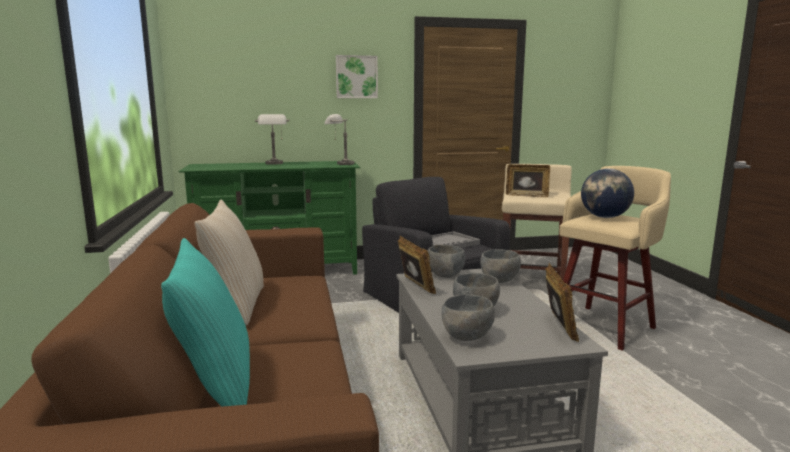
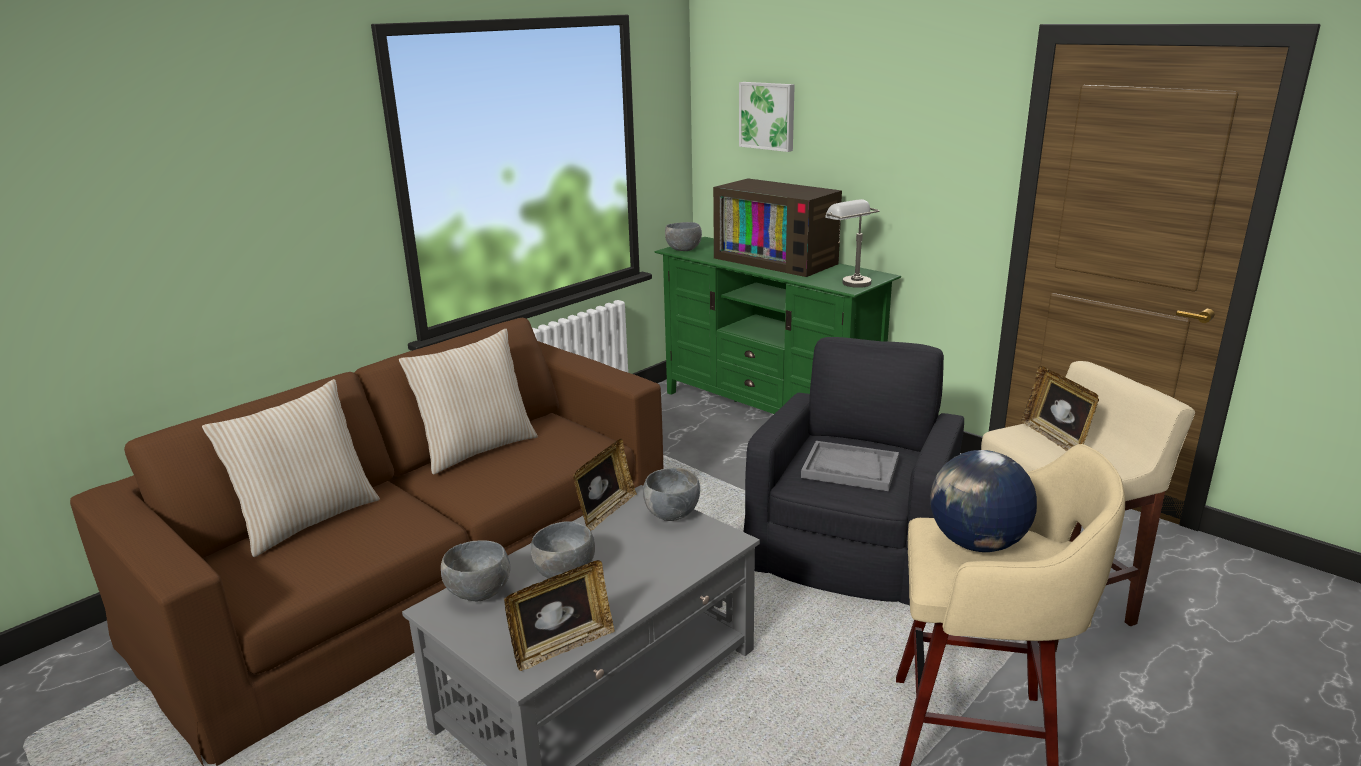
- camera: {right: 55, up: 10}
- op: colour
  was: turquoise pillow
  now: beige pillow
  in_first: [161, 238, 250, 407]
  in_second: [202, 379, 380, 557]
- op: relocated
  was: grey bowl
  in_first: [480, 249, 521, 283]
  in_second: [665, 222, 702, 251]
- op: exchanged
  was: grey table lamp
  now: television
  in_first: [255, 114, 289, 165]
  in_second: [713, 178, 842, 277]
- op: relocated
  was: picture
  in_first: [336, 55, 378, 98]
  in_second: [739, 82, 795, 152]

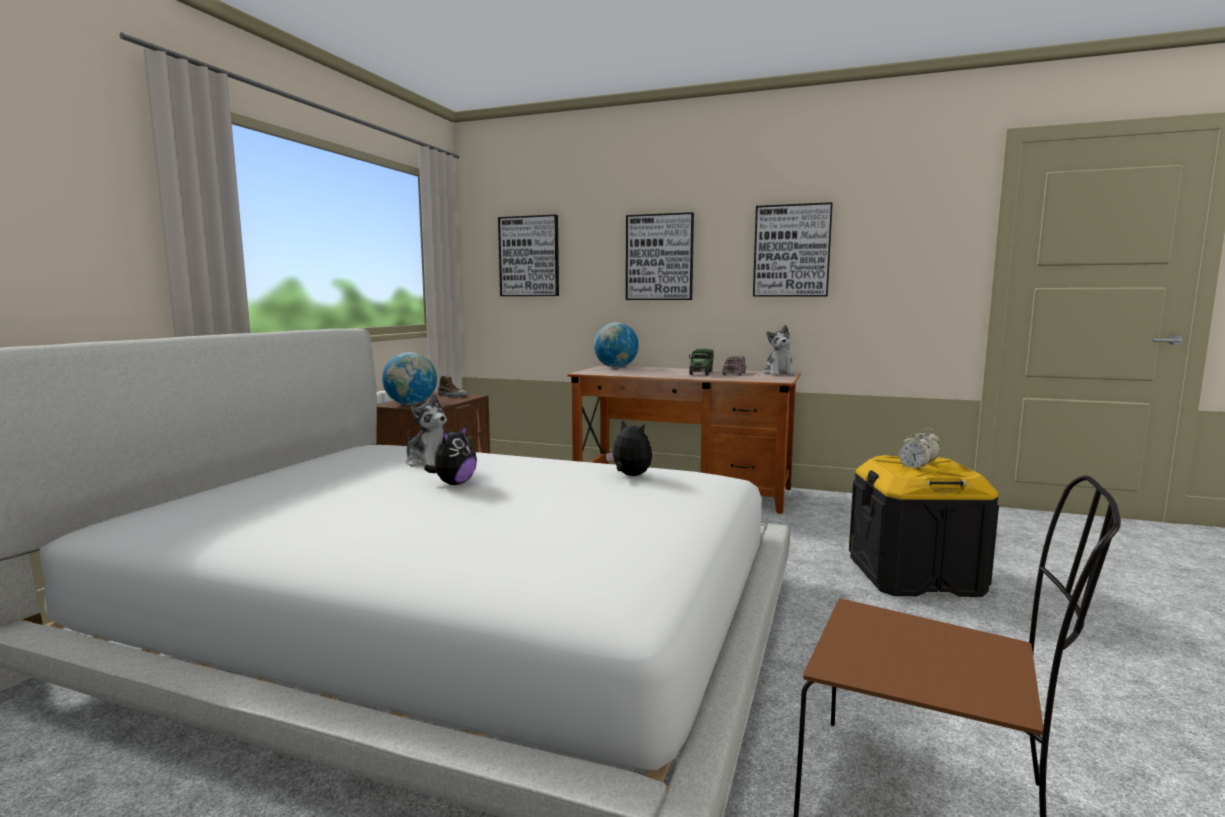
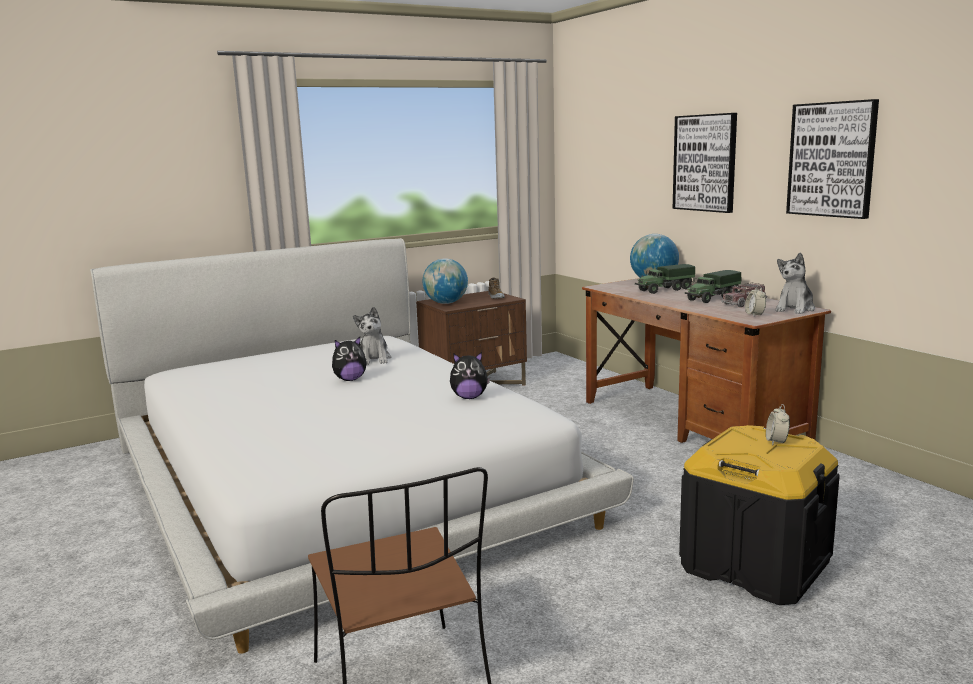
- camera: {right: 40, up: 5}
- op: spun
  was: plush toy
  in_first: [606, 419, 652, 476]
  in_second: [450, 352, 490, 399]
  clockwise: 90
- op: appeared
  now: toy truck
  in_second: [635, 264, 695, 294]
- op: relocated
  was: alarm clock
  in_first: [899, 433, 931, 470]
  in_second: [745, 286, 766, 316]
- op: missing
  was: picture
  in_first: [498, 215, 559, 296]

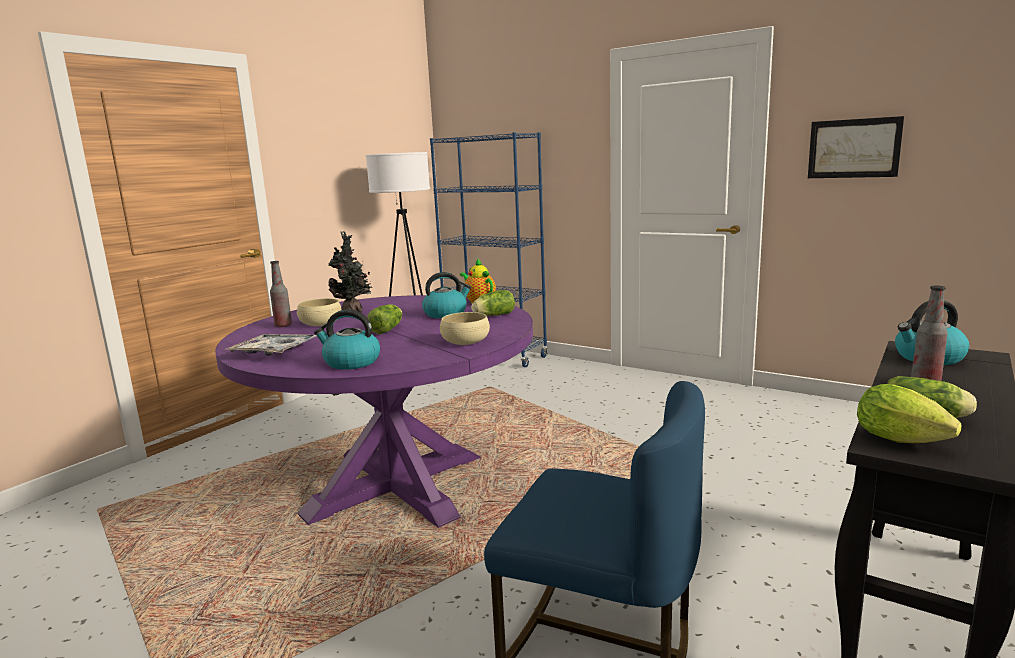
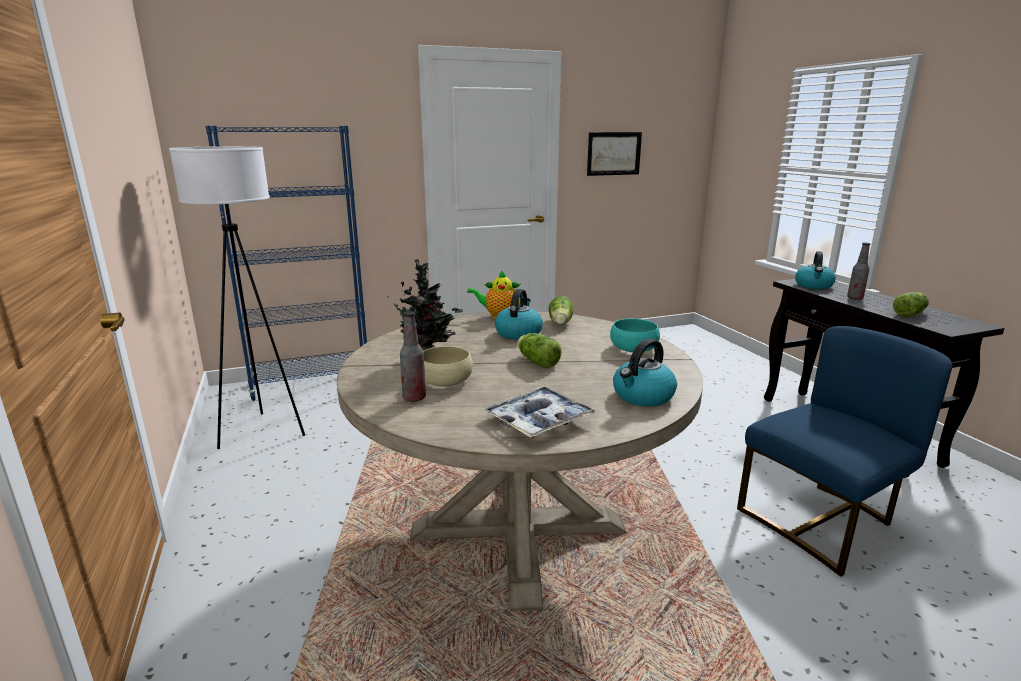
- camera: {right: -55, up: 5}
- op: colour
  was: purple dining table
  now: beige dining table
  in_first: [215, 295, 533, 528]
  in_second: [337, 311, 703, 612]
- op: colour
  was: beige bowl
  now: turquoise bowl
  in_first: [440, 312, 490, 345]
  in_second: [610, 319, 660, 352]
- op: missing
  was: lettuce
  in_first: [857, 384, 961, 443]

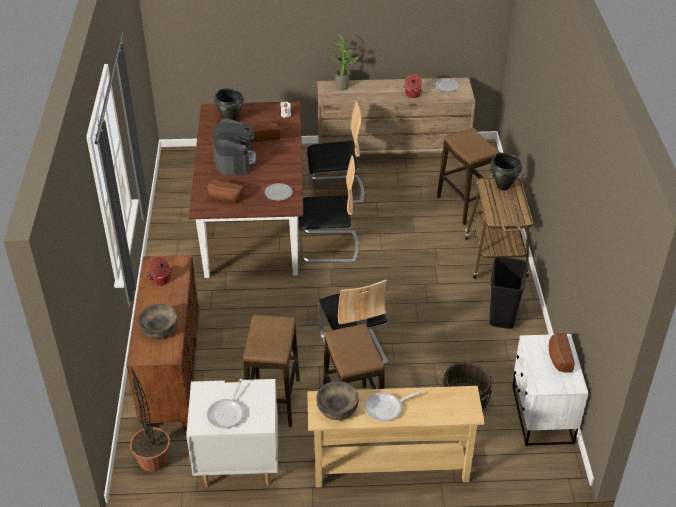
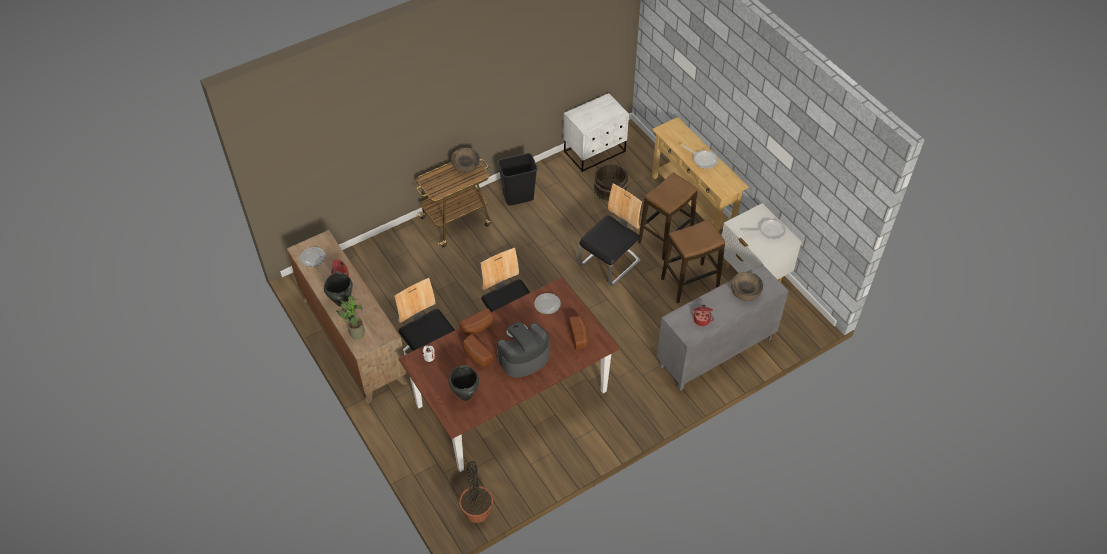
- camera: {right: -120, up: 10}
- op: relocated
  was: black cooking pot
  in_first: [491, 153, 522, 190]
  in_second: [324, 272, 353, 307]
- op: relocated
  was: brown bowl
  in_first: [316, 381, 359, 420]
  in_second: [451, 148, 480, 173]
- op: relocated
  was: bread
  in_first: [548, 333, 574, 372]
  in_second: [459, 308, 493, 336]
- op: relocated
  was: potted plant
  in_first: [130, 367, 170, 472]
  in_second: [459, 461, 493, 523]
- op: colour
  was: brown cabinet
  now: grey cabinet
  in_first: [127, 255, 199, 431]
  in_second: [657, 264, 789, 391]
- op: missing
  was: stool
  in_first: [437, 127, 500, 225]

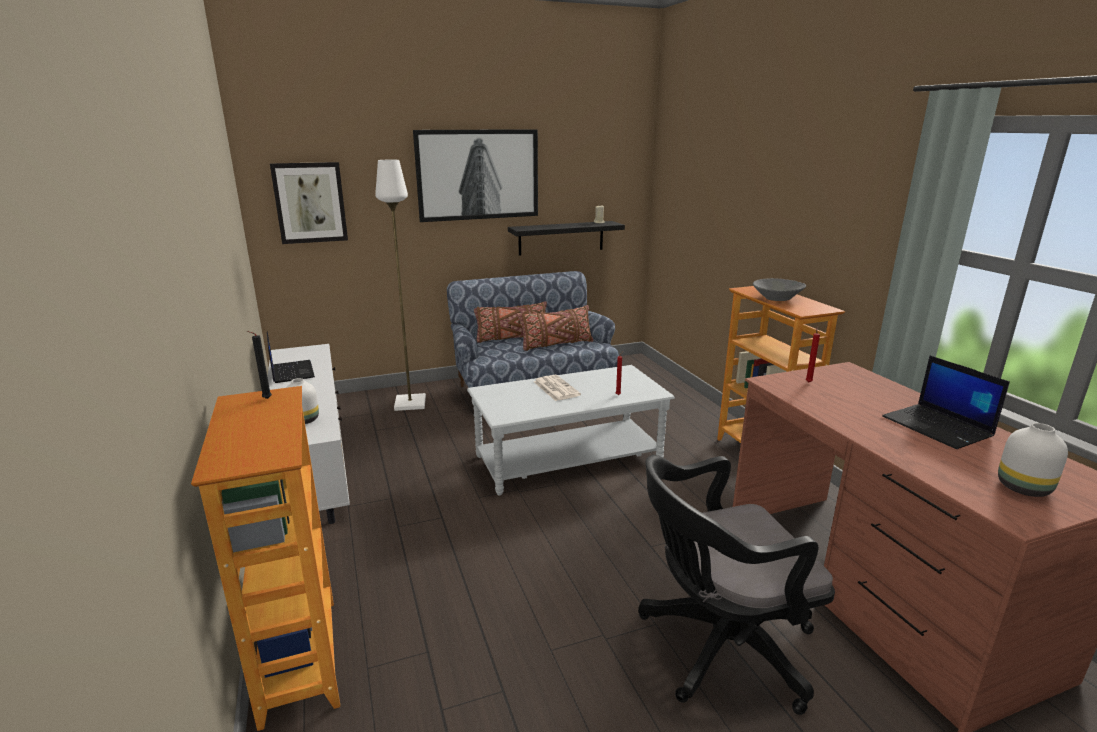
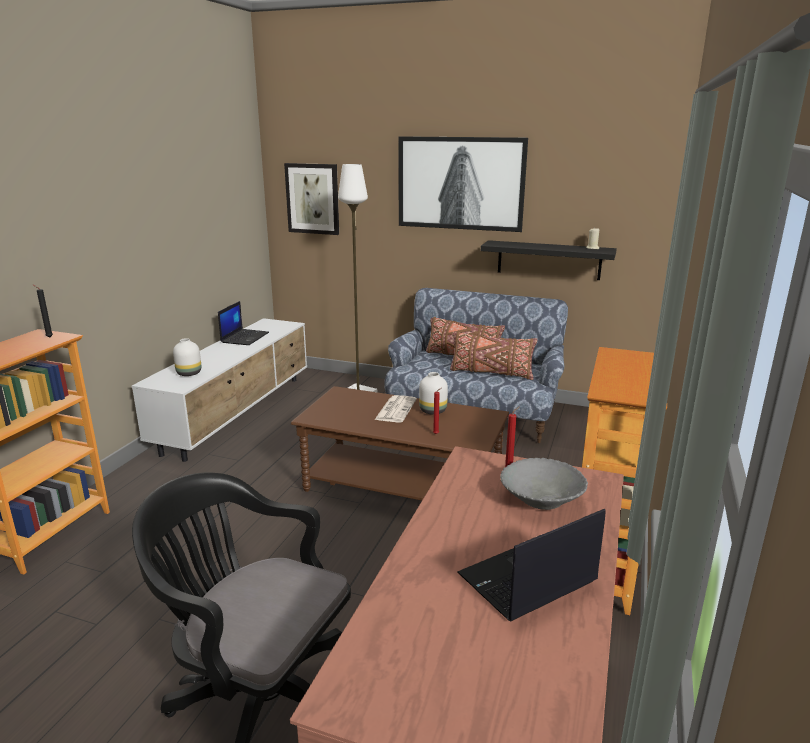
- camera: {right: 40, up: 0}
- op: colour
  was: grey coffee table
  now: brown coffee table
  in_first: [467, 365, 675, 496]
  in_second: [291, 386, 509, 501]
- op: relocated
  was: white vase
  in_first: [998, 423, 1068, 497]
  in_second: [419, 372, 448, 415]
- op: spun
  was: laptop
  in_first: [882, 356, 1010, 449]
  in_second: [457, 509, 606, 622]
  clockwise: 45
- op: relocated
  was: grey bowl
  in_first: [753, 278, 806, 301]
  in_second: [500, 458, 588, 510]

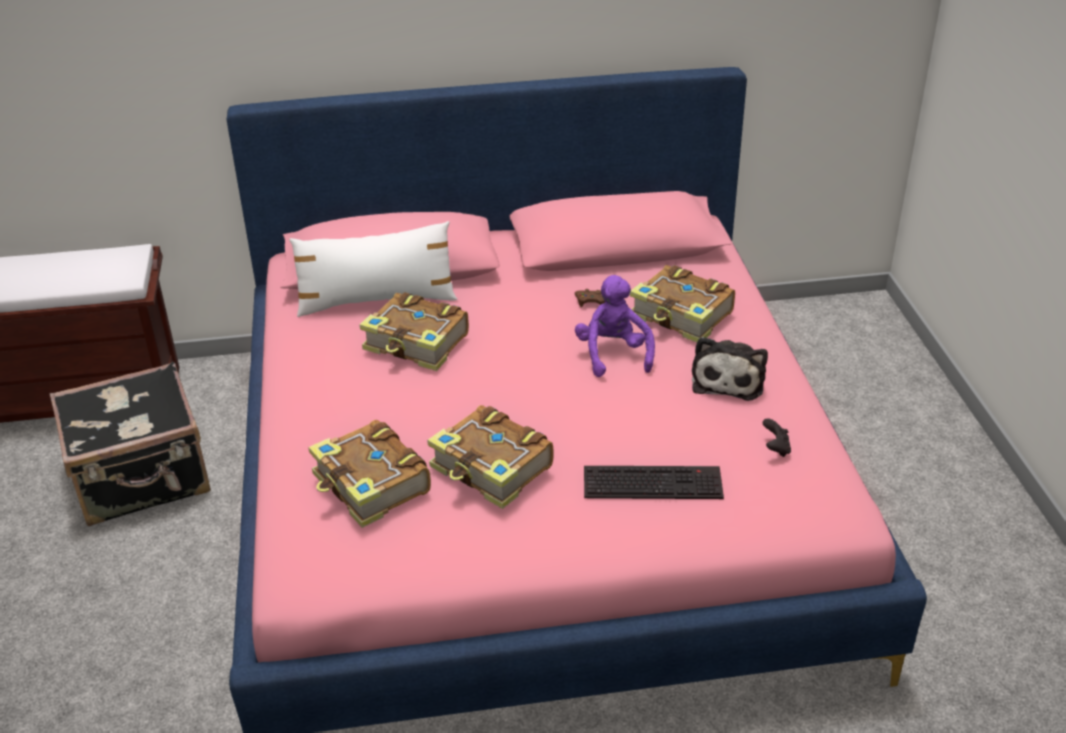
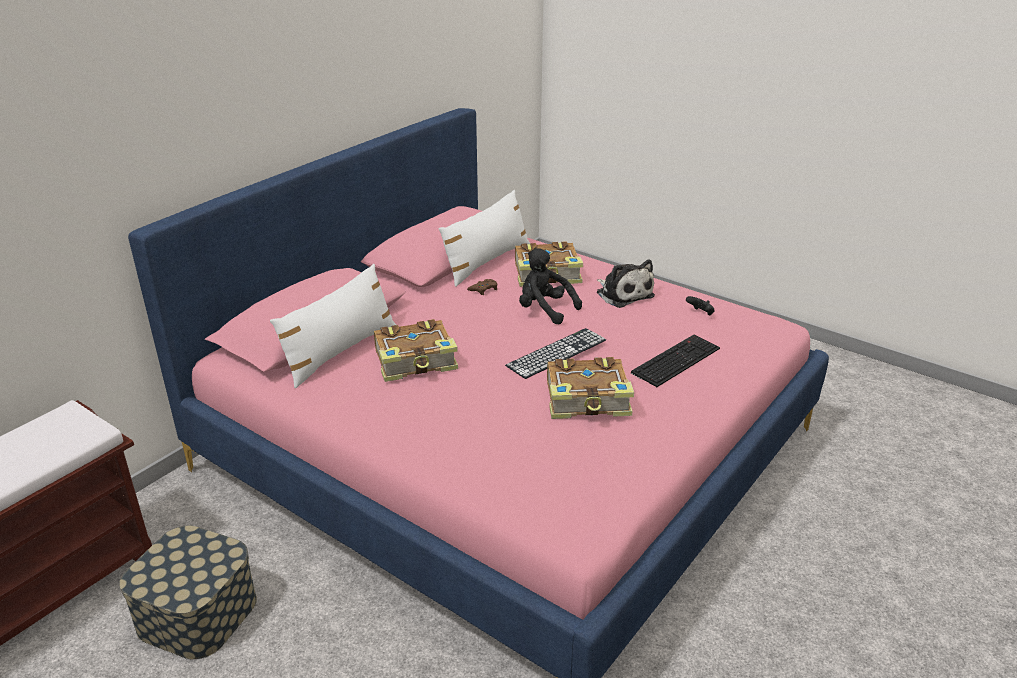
- camera: {right: -45, up: -5}
- op: exchanged
  was: black suitcase
  now: storage box
  in_first: [50, 362, 211, 526]
  in_second: [119, 526, 257, 660]
- op: appeared
  now: white pillow
  in_second: [439, 190, 530, 287]
- op: appeared
  now: keyboard
  in_second: [505, 328, 606, 379]
- op: colour
  was: purple plush toy
  now: black plush toy
  in_first: [575, 275, 655, 377]
  in_second: [519, 248, 582, 324]
- op: missing
  was: book
  in_first: [308, 420, 431, 528]

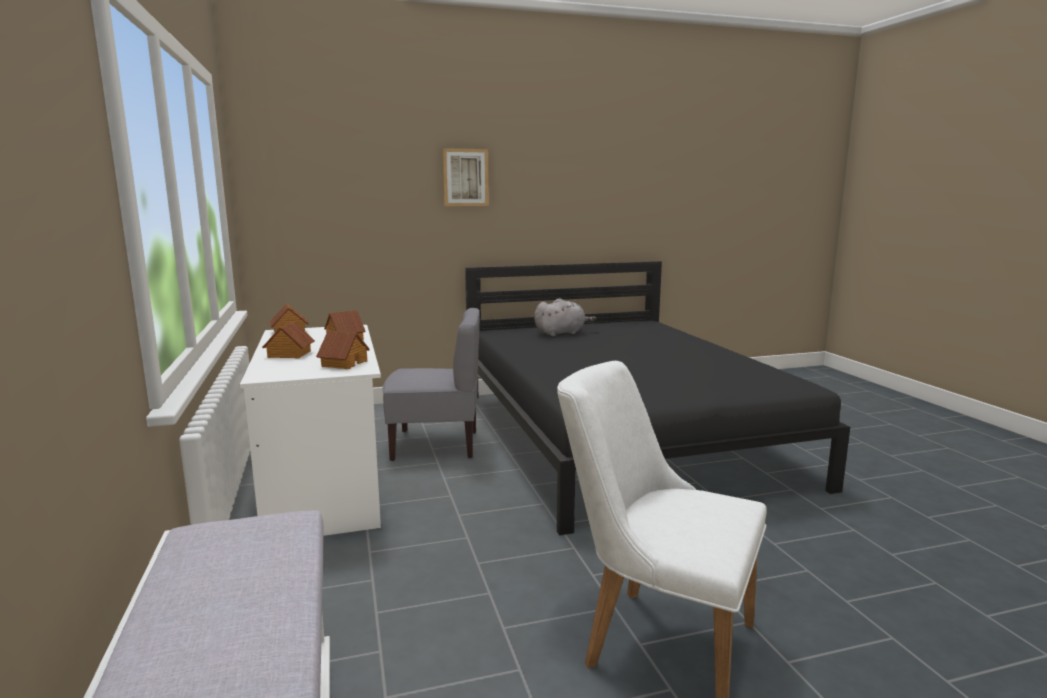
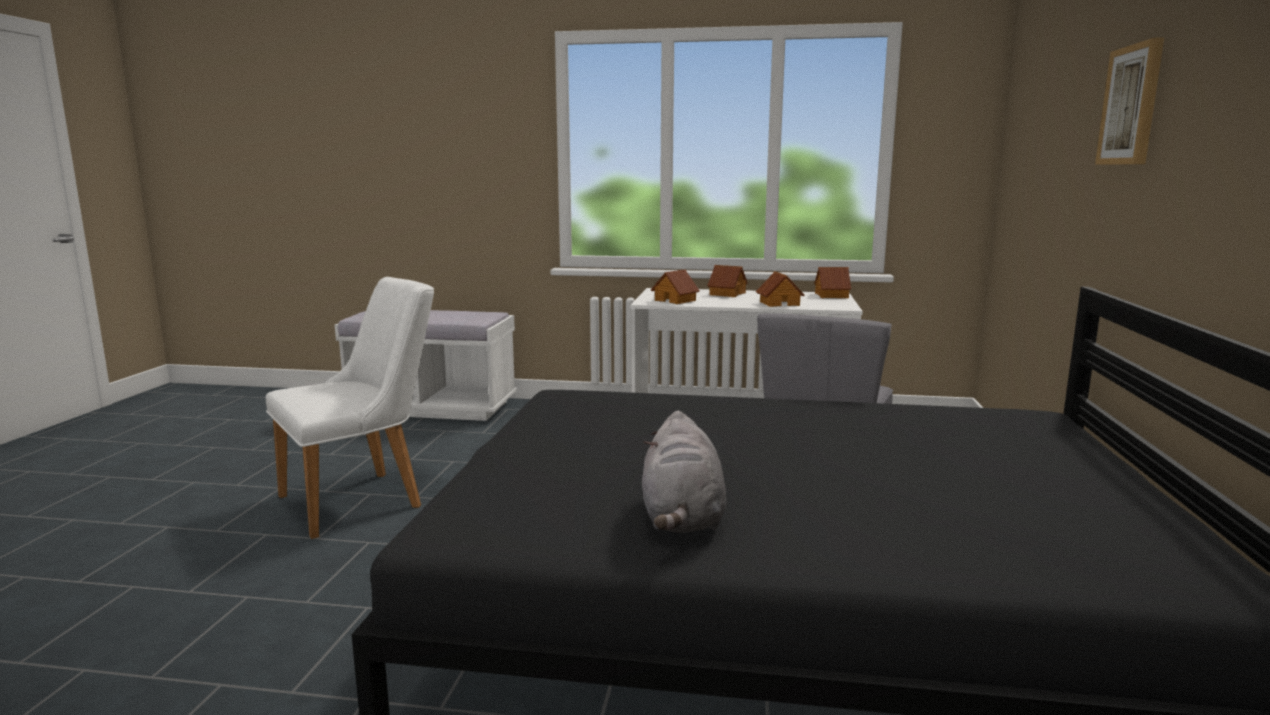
- camera: {right: 115, up: 0}
- op: relocated
  was: grey plush toy
  in_first: [534, 298, 597, 337]
  in_second: [642, 411, 727, 533]

